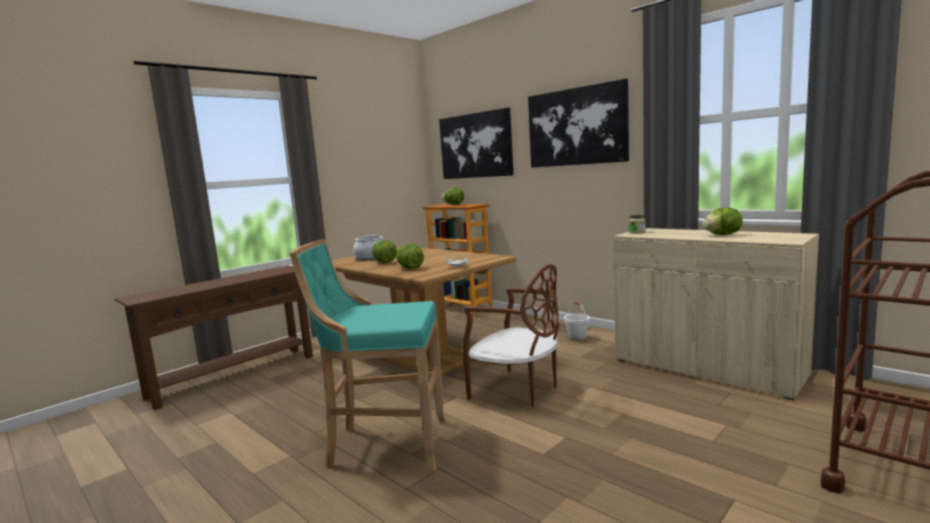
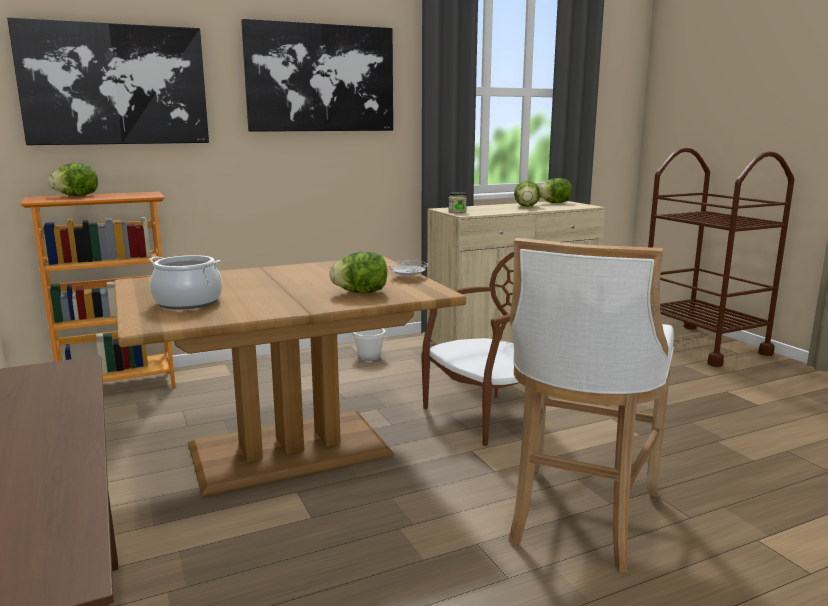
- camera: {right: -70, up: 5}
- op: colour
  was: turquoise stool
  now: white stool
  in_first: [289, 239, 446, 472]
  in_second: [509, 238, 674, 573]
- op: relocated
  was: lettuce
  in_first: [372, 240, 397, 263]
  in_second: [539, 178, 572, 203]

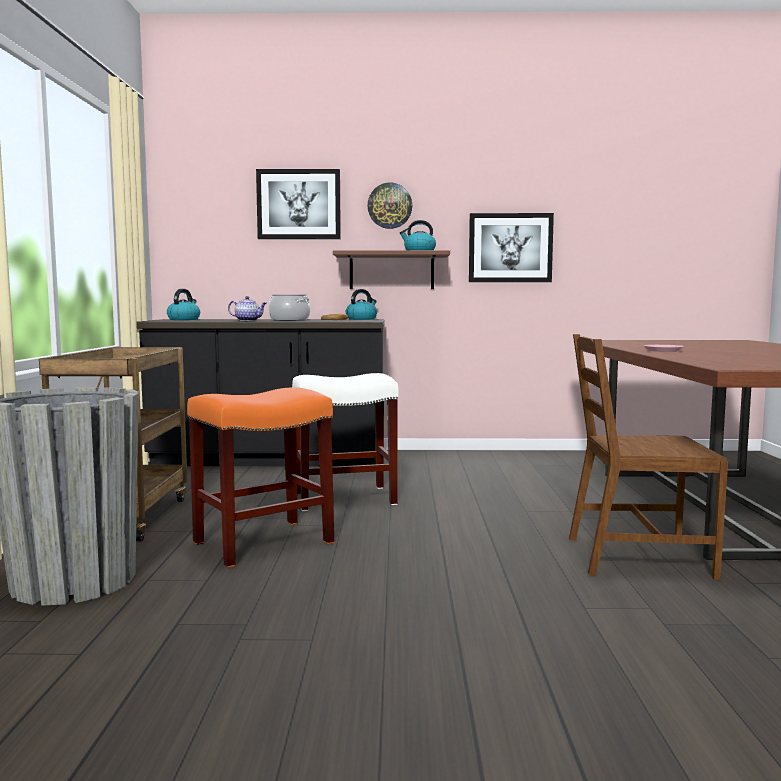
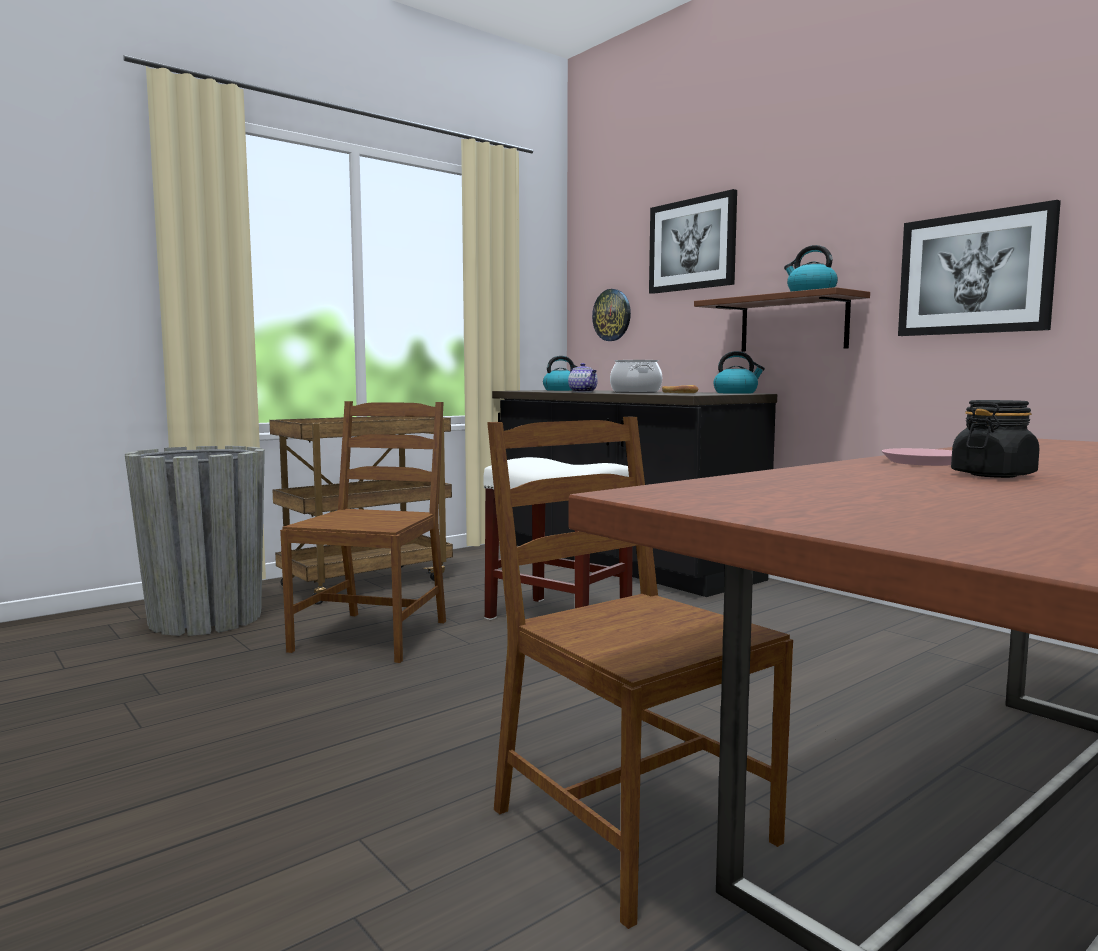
- camera: {right: 50, up: 0}
- op: exchanged
  was: orange stool
  now: brown chair
  in_first: [187, 387, 334, 568]
  in_second: [280, 401, 446, 663]
- op: relocated
  was: wall clock
  in_first: [367, 183, 412, 229]
  in_second: [592, 289, 631, 341]
- op: appeared
  now: black jar
  in_second: [951, 400, 1039, 478]

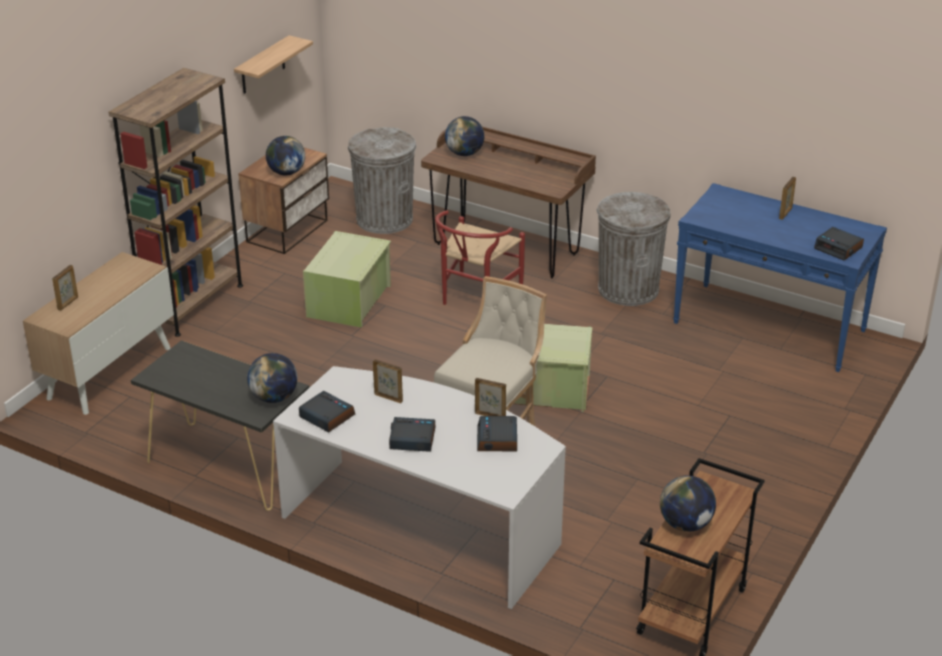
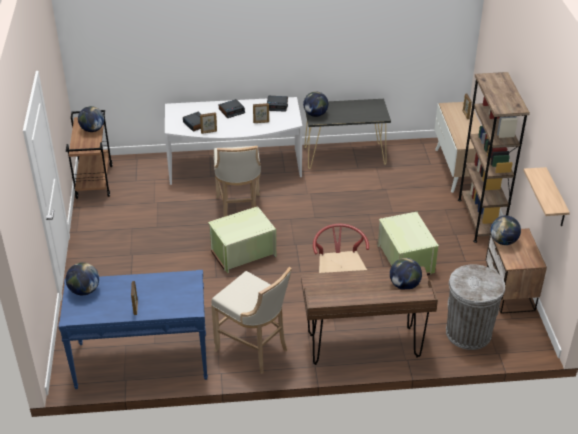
- camera: {right: 145, up: 5}
- op: exchanged
  was: alarm clock
  now: globe
  in_first: [814, 227, 864, 260]
  in_second: [66, 262, 99, 295]
- op: exchanged
  was: grey trash can
  now: beige stool
  in_first: [596, 192, 671, 306]
  in_second: [211, 267, 292, 374]

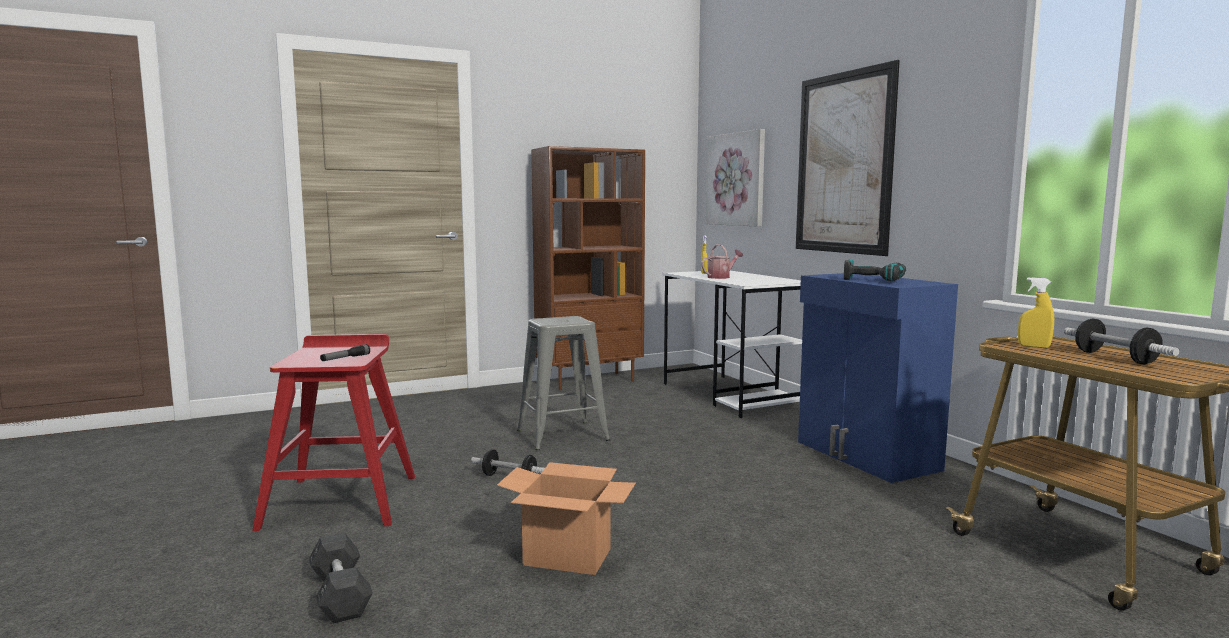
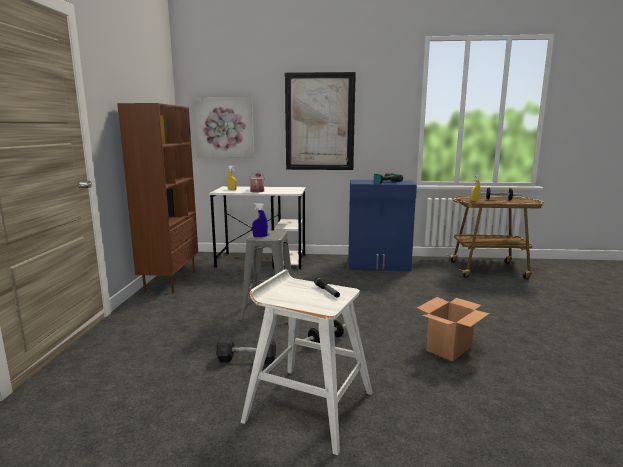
- camera: {right: -60, up: 5}
- op: relocated
  was: grey dumbbell
  in_first: [309, 533, 373, 624]
  in_second: [216, 337, 276, 364]
- op: colour
  was: red stool
  now: white stool
  in_first: [252, 334, 415, 531]
  in_second: [240, 269, 373, 455]
- op: appeared
  now: blue spray bottle
  in_second: [252, 203, 268, 237]

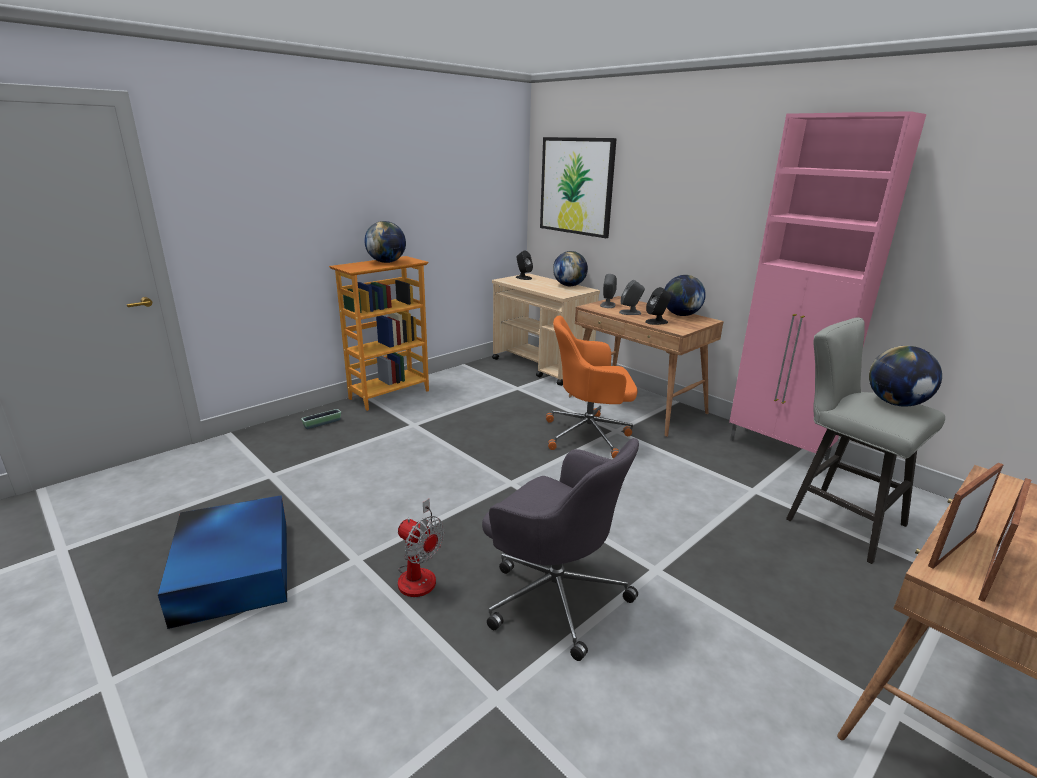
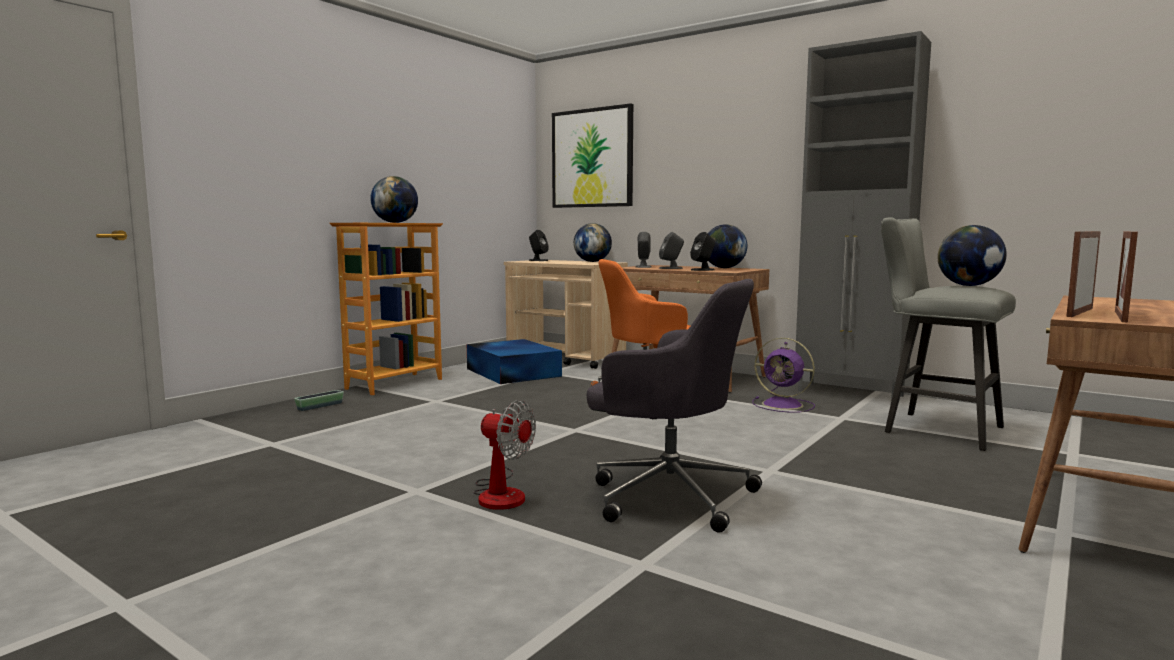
- camera: {right: -10, up: -15}
- op: relocated
  was: blue storage box
  in_first: [158, 495, 287, 629]
  in_second: [467, 339, 562, 384]
- op: appeared
  now: purple fan
  in_second: [752, 338, 815, 413]
- op: colour
  was: pink cabinet
  now: grey cabinet
  in_first: [729, 111, 926, 460]
  in_second: [795, 31, 931, 401]

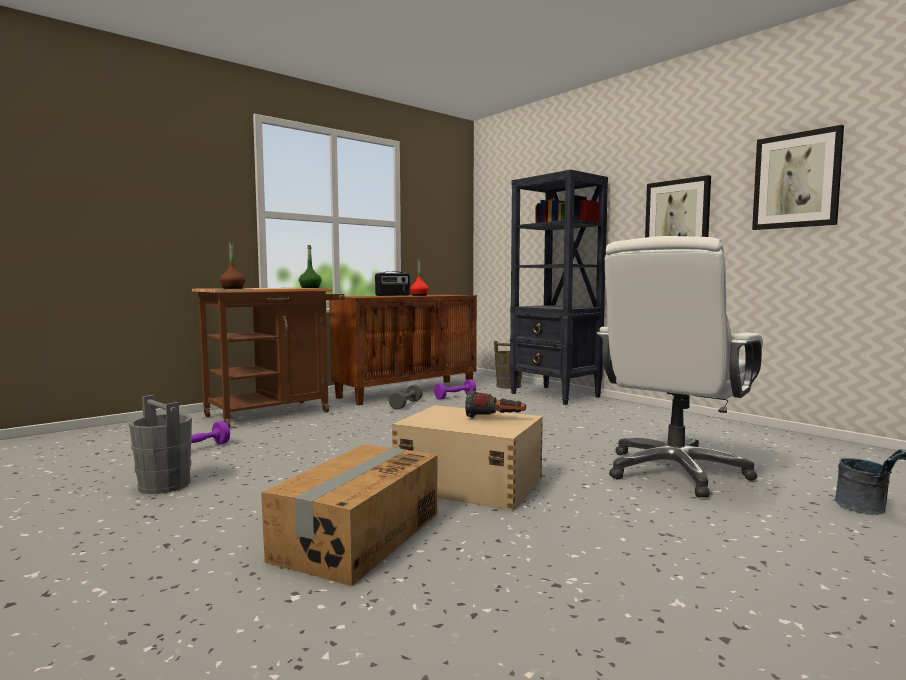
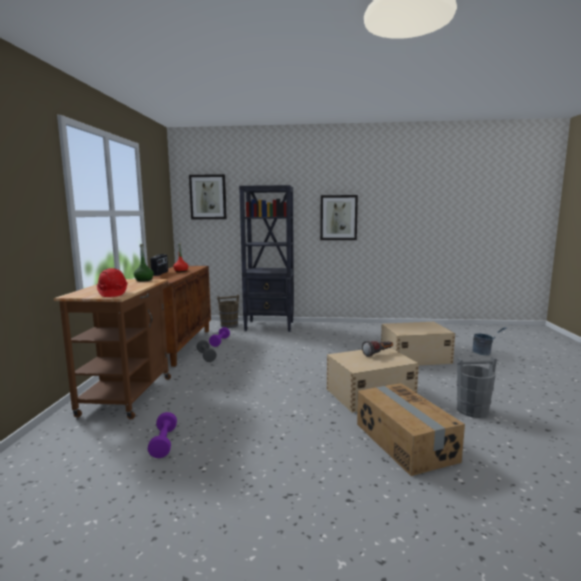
- camera: {right: -45, up: 5}
- op: exchanged
  was: brown bottle
  now: red hard hat
  in_first: [219, 241, 245, 289]
  in_second: [97, 268, 128, 297]
- op: relocated
  was: picture
  in_first: [752, 125, 844, 230]
  in_second: [189, 174, 227, 219]
- op: exchanged
  was: white office chair
  now: beige storage box
  in_first: [597, 236, 763, 498]
  in_second: [381, 322, 455, 366]
- op: relocated
  was: grey bucket
  in_first: [129, 395, 192, 494]
  in_second: [457, 357, 497, 418]

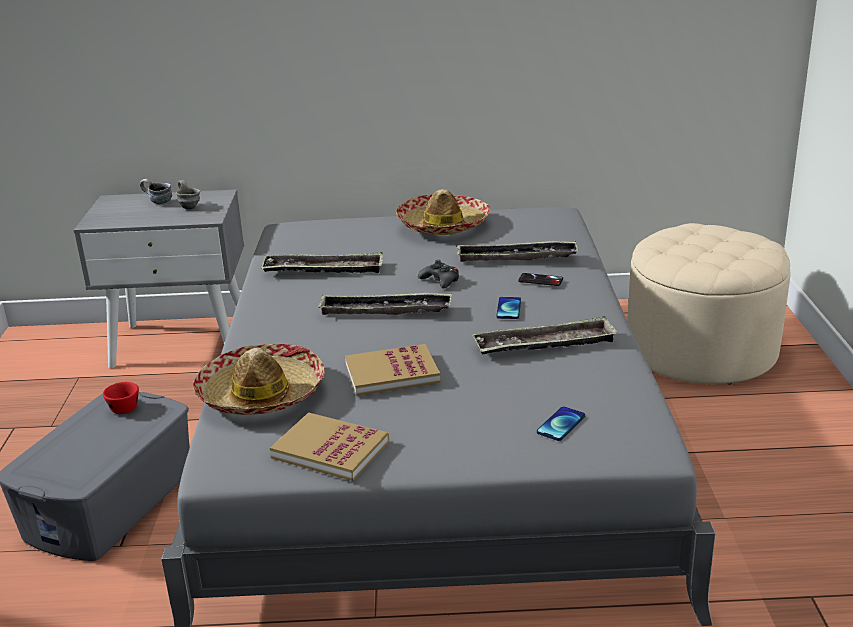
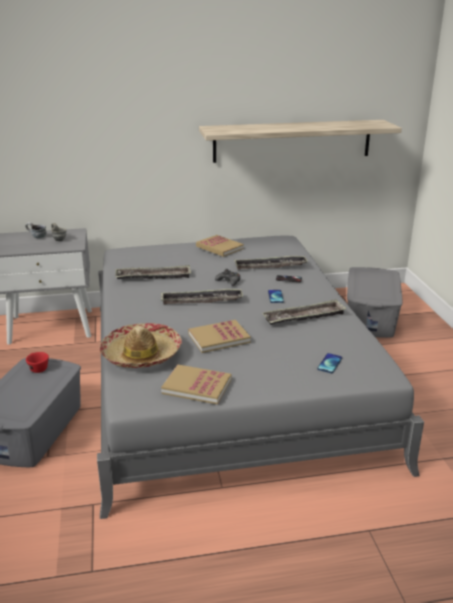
- camera: {right: -10, up: 0}
- op: exchanged
  was: hat
  now: book
  in_first: [396, 189, 491, 235]
  in_second: [196, 235, 244, 257]
- op: appeared
  now: shelf
  in_second: [199, 120, 402, 163]
- op: exchanged
  was: beige ottoman
  now: grey storage box
  in_first: [627, 223, 790, 384]
  in_second: [347, 267, 403, 338]

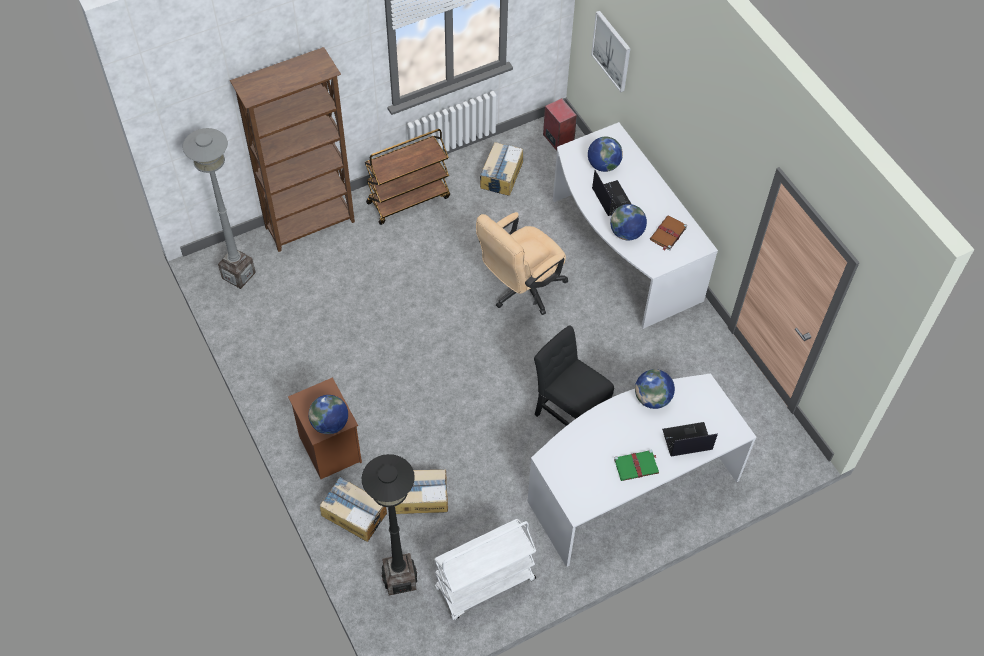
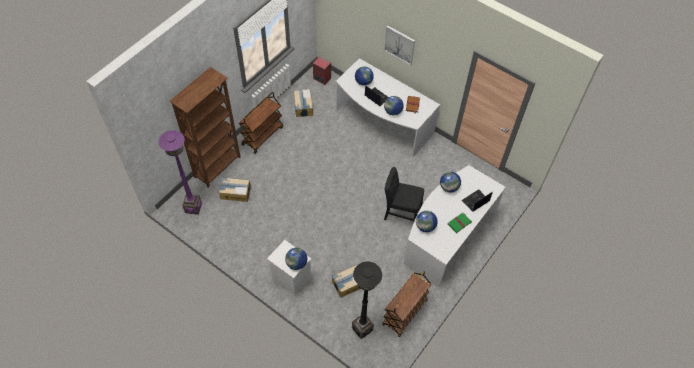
- camera: {right: -25, up: 0}
- op: colour
  was: grey floor lamp
  now: purple floor lamp
  in_first: [183, 128, 256, 289]
  in_second: [158, 130, 202, 215]
- op: relocated
  was: cardboard box
  in_first: [320, 477, 387, 542]
  in_second: [219, 177, 251, 202]
- op: colour
  was: brown nightstand
  now: white nightstand
  in_first: [288, 377, 362, 479]
  in_second: [267, 240, 311, 296]
- op: colour
  was: white cart
  now: brown cart
  in_first: [434, 519, 536, 620]
  in_second: [382, 271, 432, 337]
- op: relocated
  was: picture
  in_first: [591, 11, 630, 92]
  in_second: [384, 25, 415, 65]
- op: appeared
  now: globe
  in_second: [416, 211, 438, 232]
- op: missing
  was: beige office chair
  in_first: [476, 212, 568, 315]

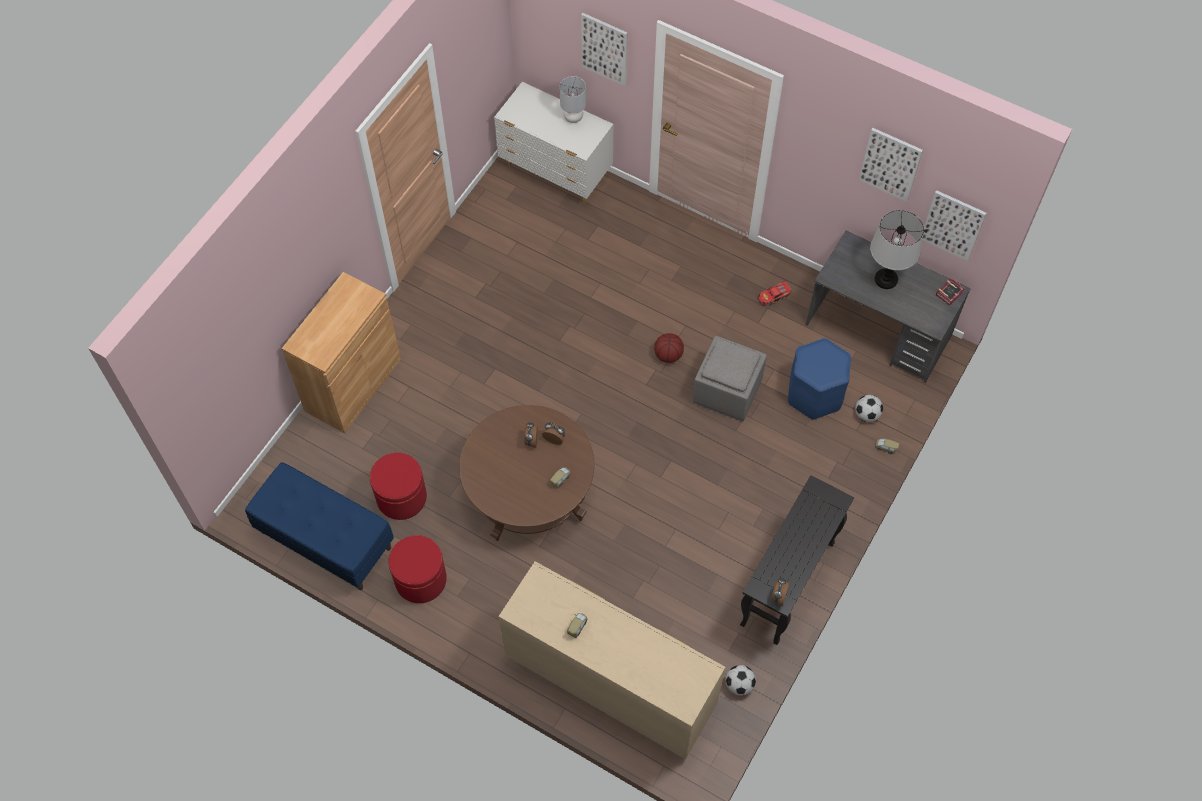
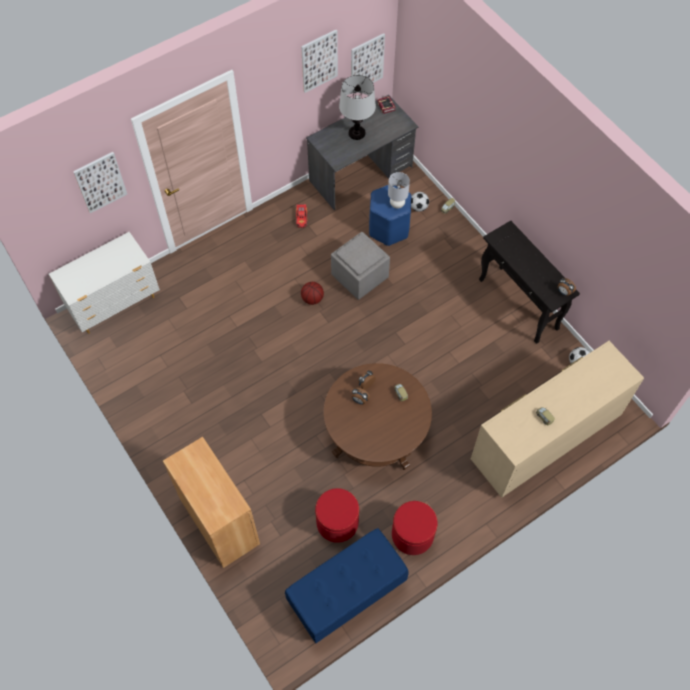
- camera: {right: -65, up: 0}
- op: relocated
  was: grey table lamp
  in_first: [560, 76, 586, 123]
  in_second: [388, 172, 410, 209]

